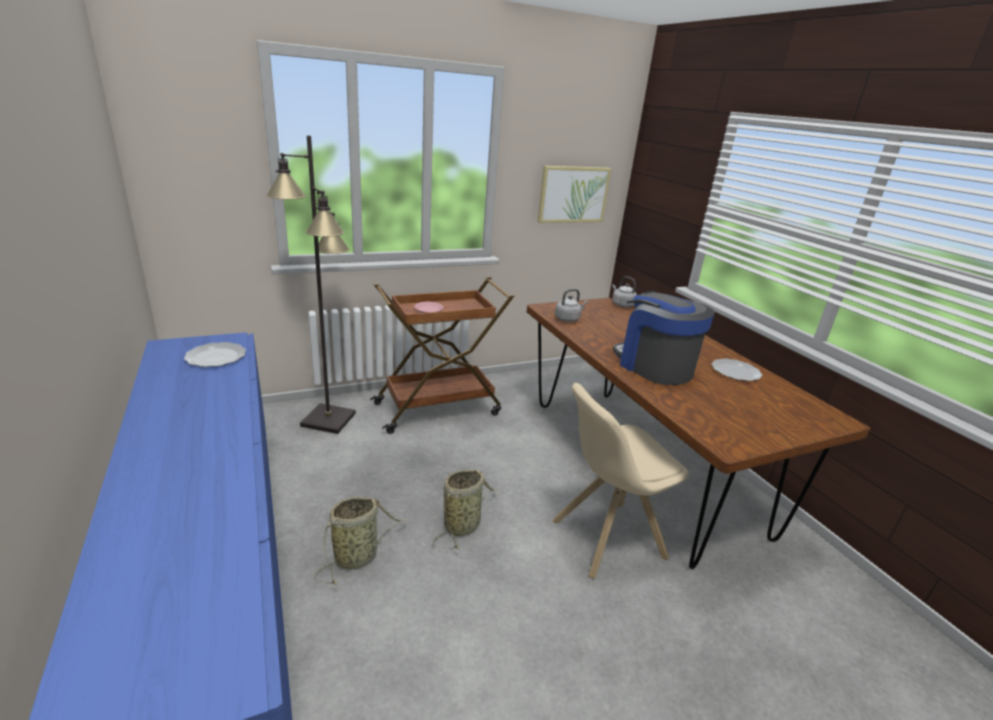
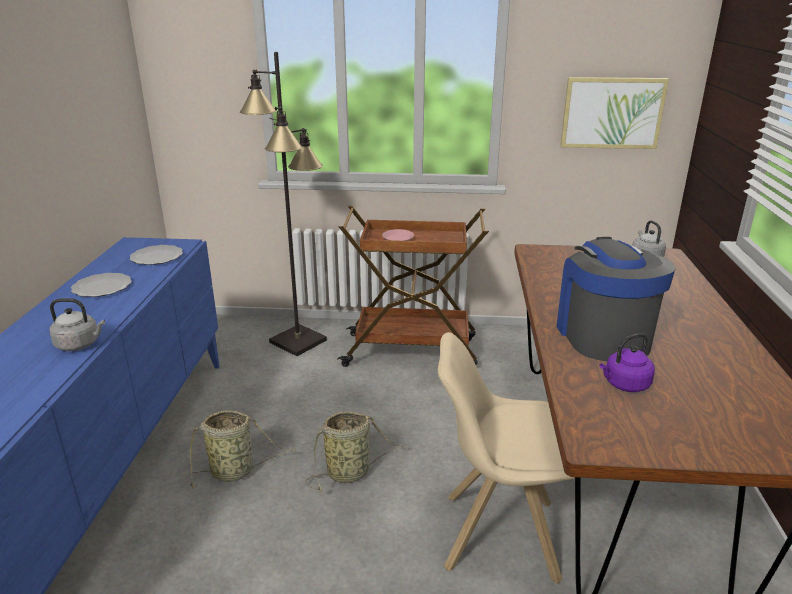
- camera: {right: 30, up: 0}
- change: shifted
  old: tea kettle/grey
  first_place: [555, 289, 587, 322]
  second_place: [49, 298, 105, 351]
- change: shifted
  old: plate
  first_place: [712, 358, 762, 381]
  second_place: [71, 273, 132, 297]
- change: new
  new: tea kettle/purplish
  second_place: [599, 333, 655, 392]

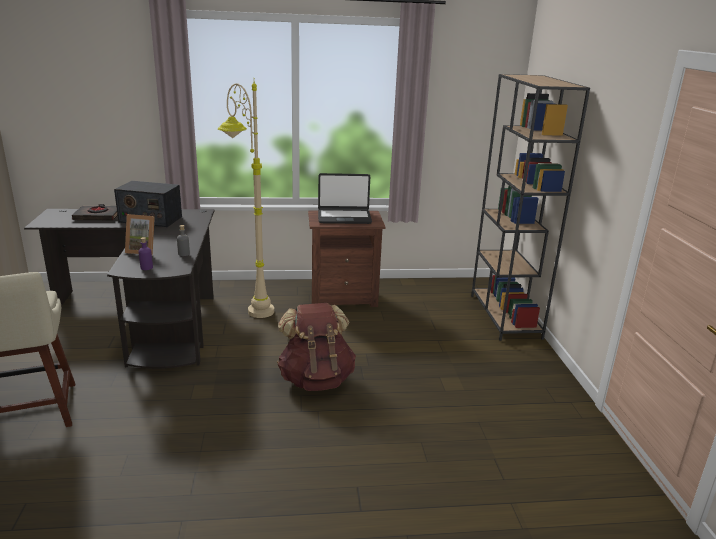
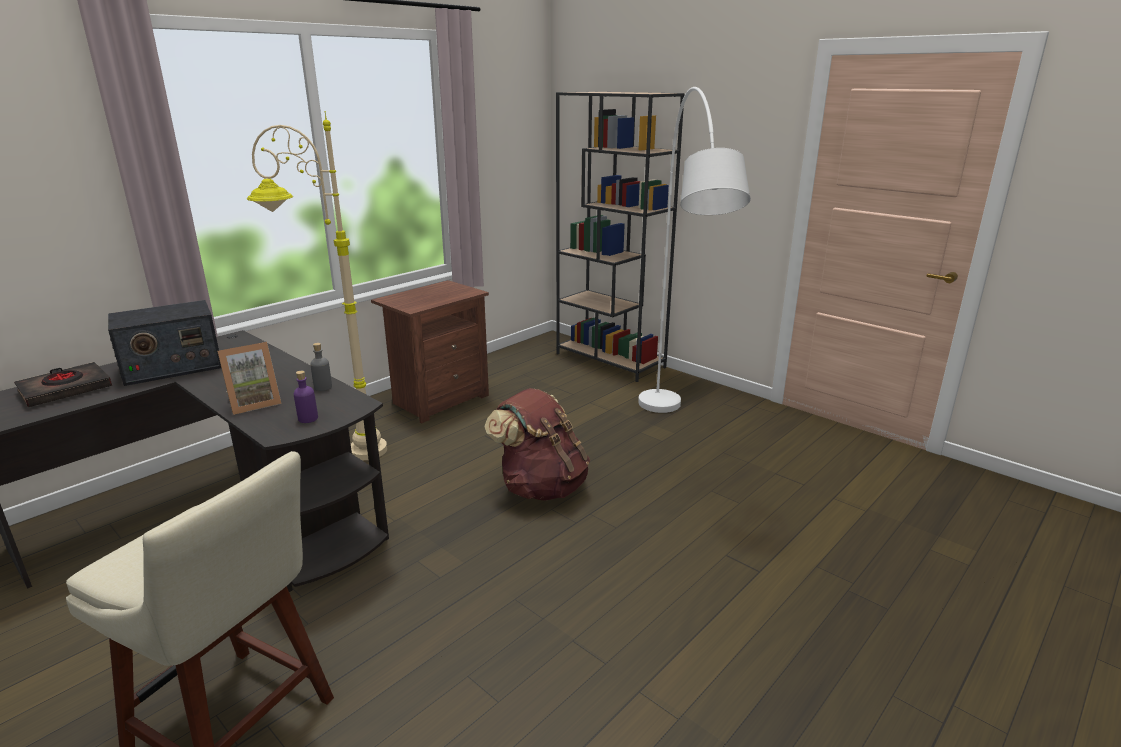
- camera: {right: -40, up: 0}
- change: gone
  old: notebook computer
  first_place: [318, 173, 372, 224]
- change: new
  new: floor lamp/whitish
  second_place: [638, 87, 751, 413]

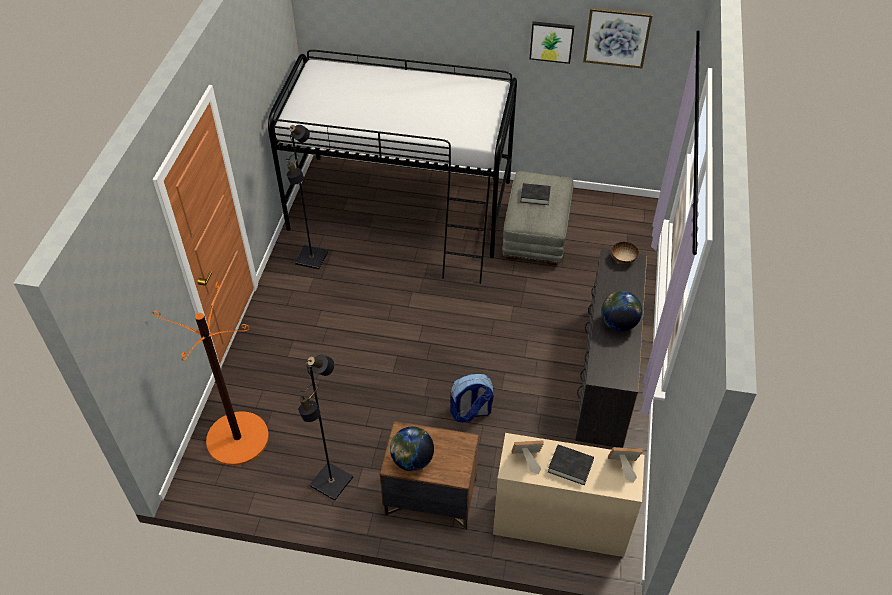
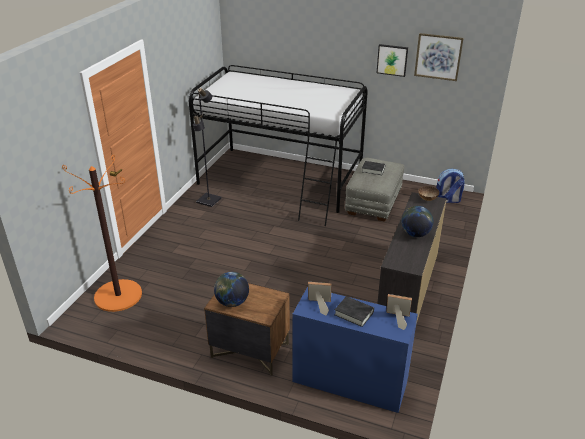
- camera: {right: 10, up: -15}
- change: gone
  old: floor lamp/black
  first_place: [299, 354, 353, 501]
- change: shifted
  old: rucksack
  first_place: [450, 374, 494, 423]
  second_place: [437, 169, 464, 203]
- change: repainted
  old: desk table/beige
  new: desk table/blue-coloured
  first_place: [493, 433, 645, 557]
  second_place: [292, 287, 418, 413]

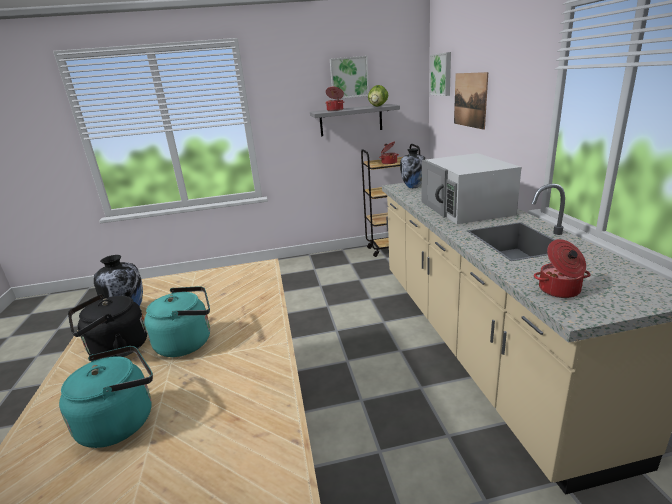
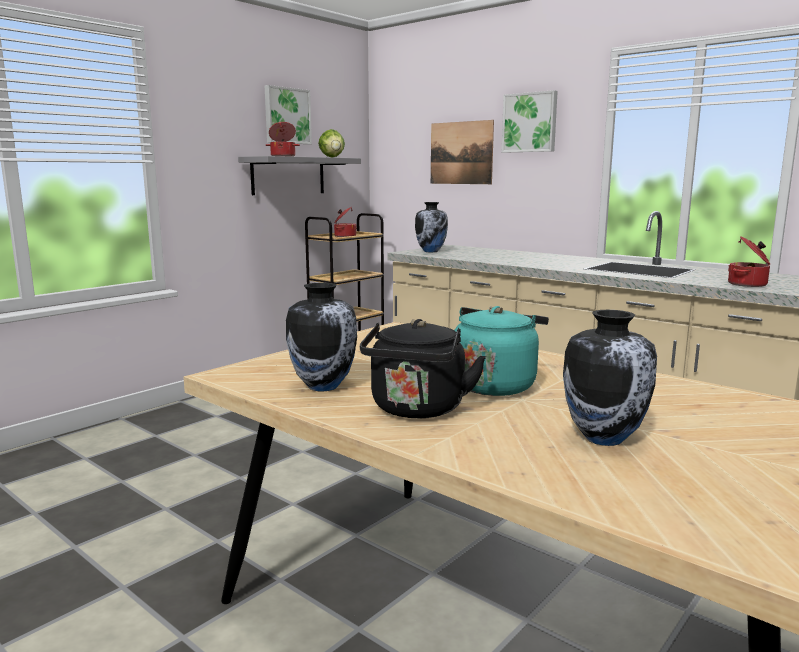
- camera: {right: -40, up: -10}
- change: swapped
  old: tea kettle/blue-green
  new: vase
  first_place: [59, 346, 153, 448]
  second_place: [563, 310, 657, 446]
- change: gone
  old: microwave oven/whitish
  first_place: [422, 153, 522, 224]
- change: shifted
  old: picture
  first_place: [430, 52, 451, 96]
  second_place: [502, 90, 558, 153]

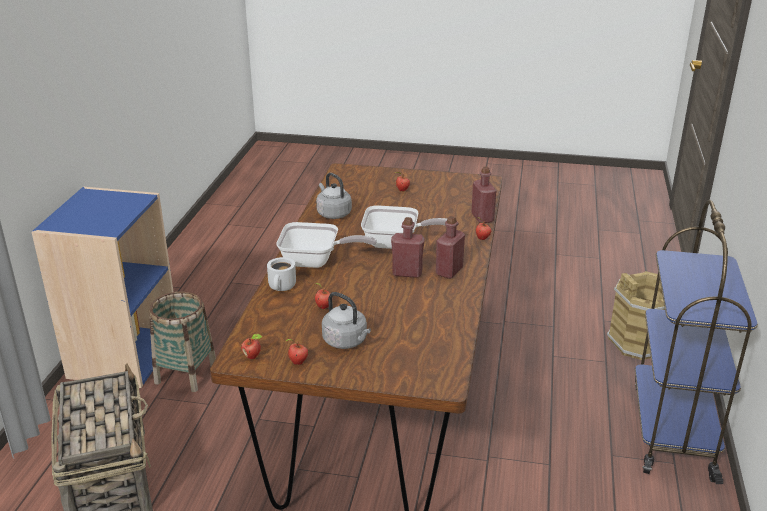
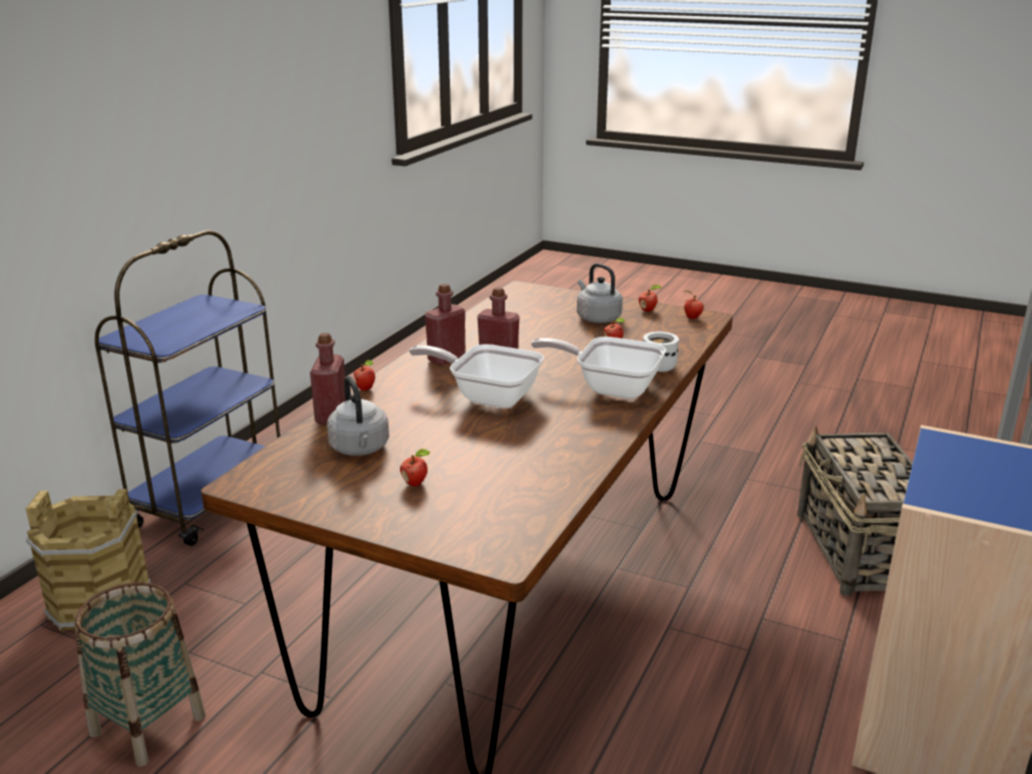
- camera: {right: -165, up: -5}
- change: shifted
  old: household basket
  first_place: [149, 291, 216, 392]
  second_place: [74, 582, 206, 767]
- change: shifted
  old: tea kettle/grey
  first_place: [316, 173, 352, 219]
  second_place: [327, 376, 389, 456]

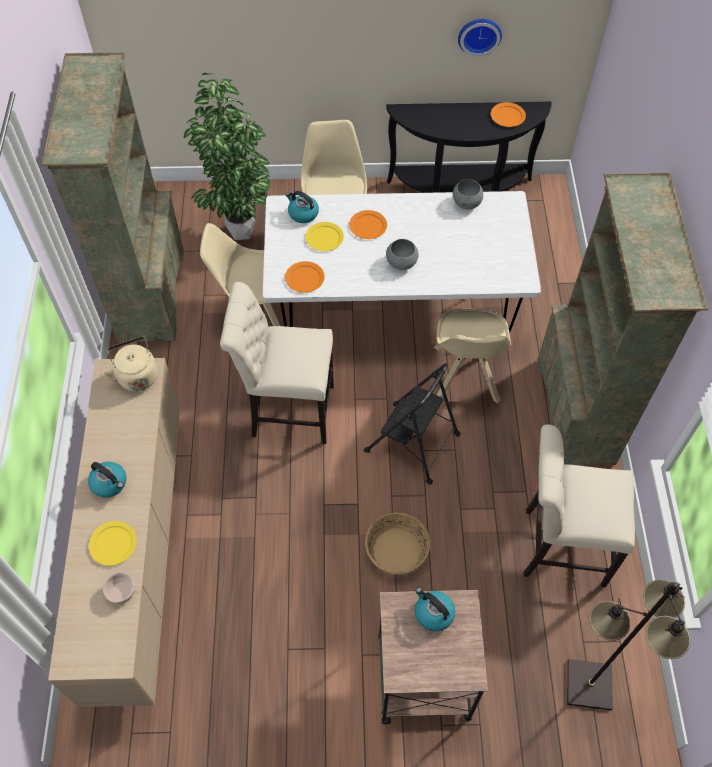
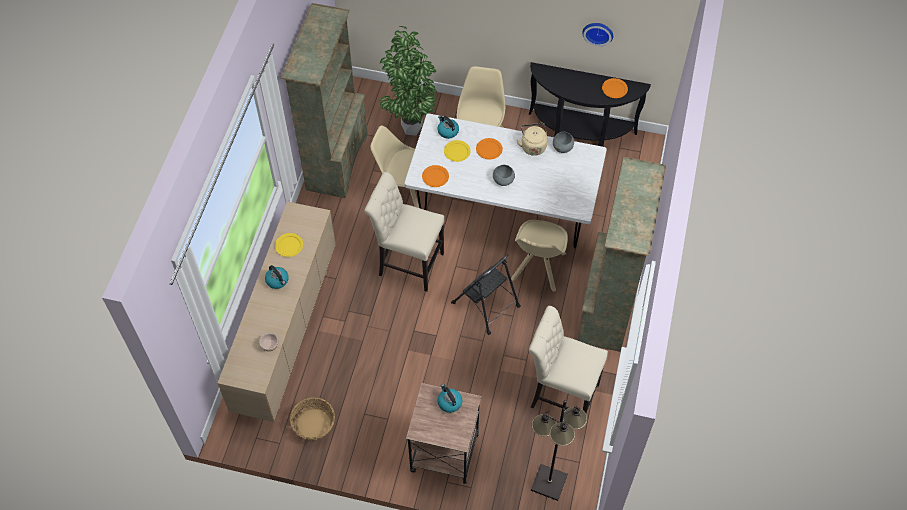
- camera: {right: 15, up: 0}
- change: shifted
  old: plate/yellowish
  first_place: [89, 521, 137, 566]
  second_place: [275, 233, 303, 257]
- change: shifted
  old: tea kettle/beige
  first_place: [104, 336, 158, 392]
  second_place: [517, 123, 548, 156]
- change: shifted
  old: household basket
  first_place: [365, 512, 430, 575]
  second_place: [290, 397, 335, 440]

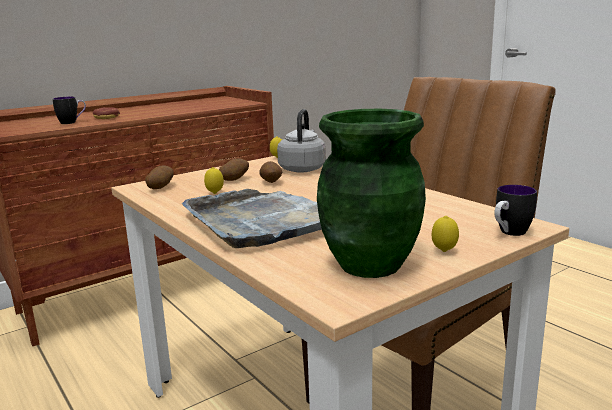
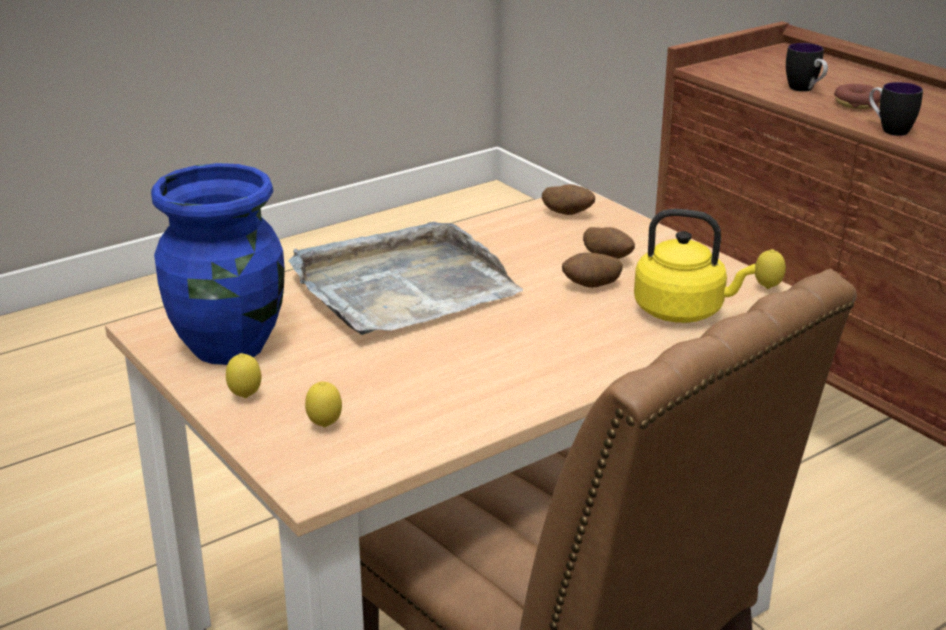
- camera: {right: 90, up: 10}
- change: shifted
  old: whole lemon
  first_place: [204, 167, 224, 194]
  second_place: [305, 381, 342, 427]
- change: repainted
  old: tea kettle/grey
  new: tea kettle/yellowish
  first_place: [277, 109, 326, 173]
  second_place: [634, 209, 755, 323]
- change: repainted
  old: vase/green
  new: vase/blue-coloured
  first_place: [317, 109, 426, 278]
  second_place: [151, 163, 285, 365]
- change: shifted
  old: coffee mug
  first_place: [494, 185, 537, 236]
  second_place: [869, 82, 923, 136]

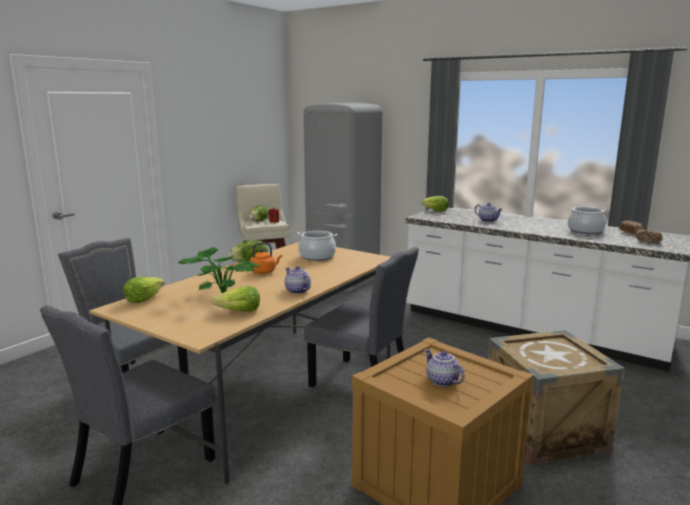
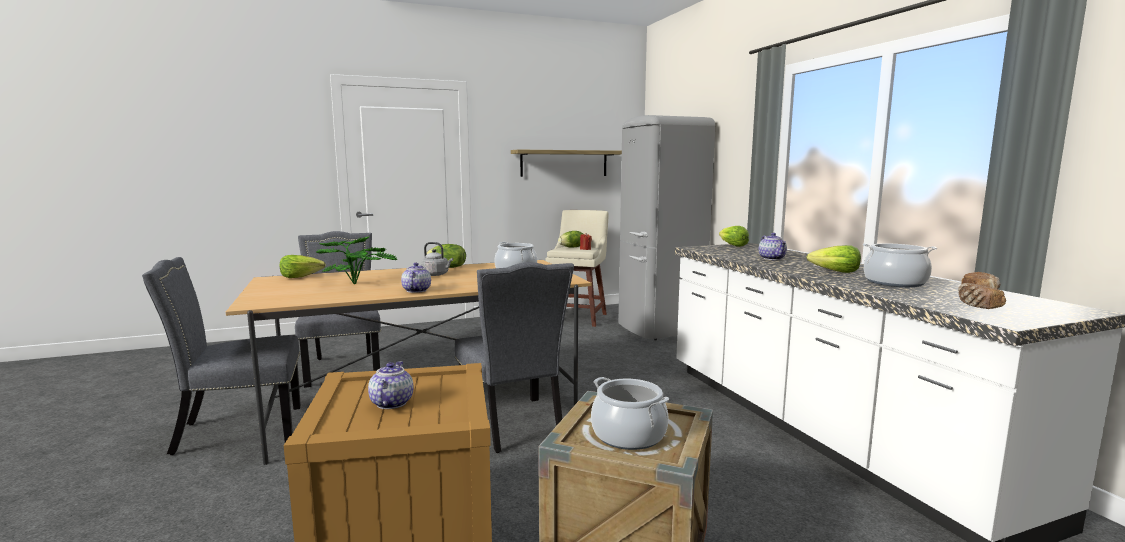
- camera: {right: 35, up: -5}
- change: shifted
  old: head of lettuce
  first_place: [212, 286, 260, 312]
  second_place: [807, 245, 861, 273]
- change: repainted
  old: tea kettle/orange
  new: tea kettle/grey
  first_place: [250, 242, 282, 274]
  second_place: [421, 242, 453, 276]
- change: new
  new: shelf
  second_place: [511, 150, 622, 177]
- change: new
  new: cooking pot
  second_place: [591, 377, 669, 450]

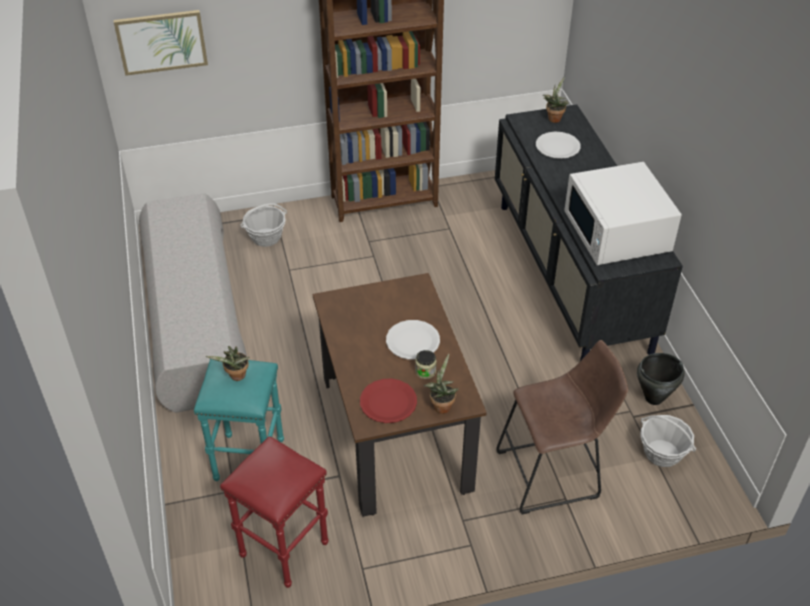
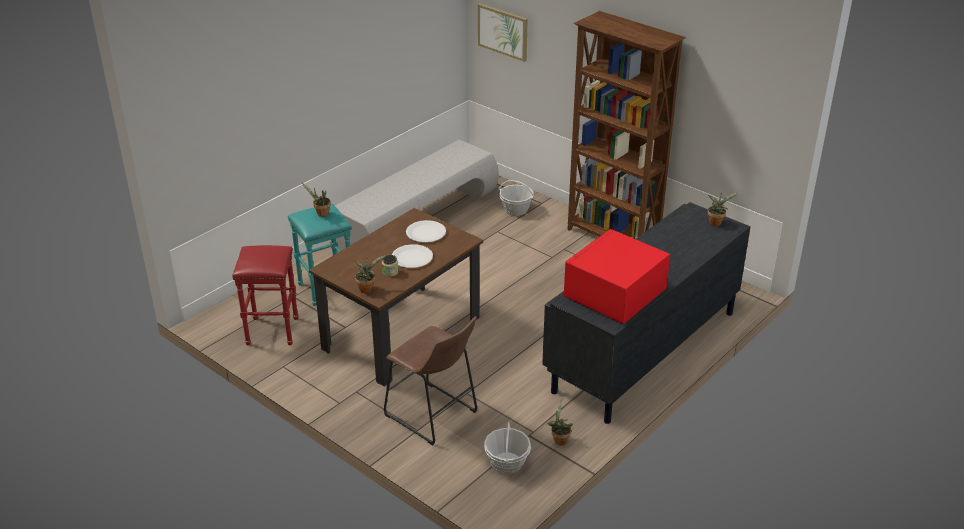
- camera: {right: 55, up: -10}
- change: gone
  old: plate/red
  first_place: [360, 379, 417, 423]
- change: shifted
  old: plate/whitish
  first_place: [536, 132, 580, 159]
  second_place: [406, 220, 446, 243]
- change: repainted
  old: microwave oven/whitish
  new: microwave oven/red
  first_place: [564, 162, 681, 265]
  second_place: [564, 229, 670, 324]
- change: swapped
  old: cooking pot/black
  new: potted plant
  first_place: [637, 353, 685, 405]
  second_place: [548, 398, 573, 445]

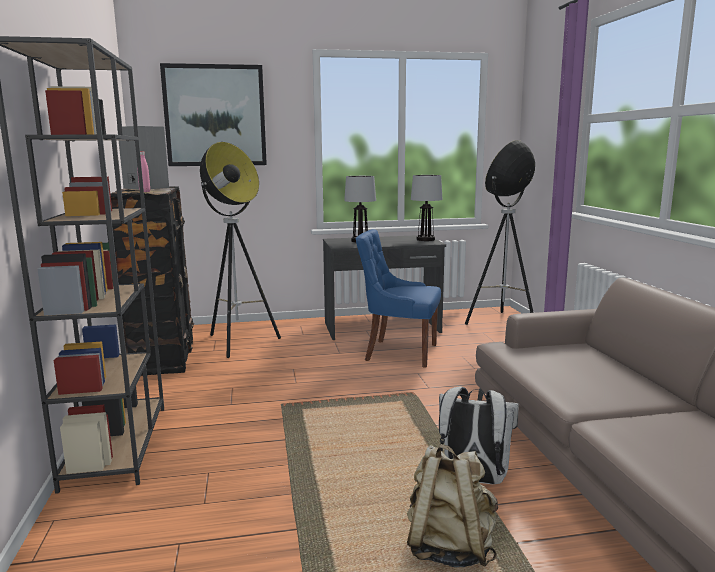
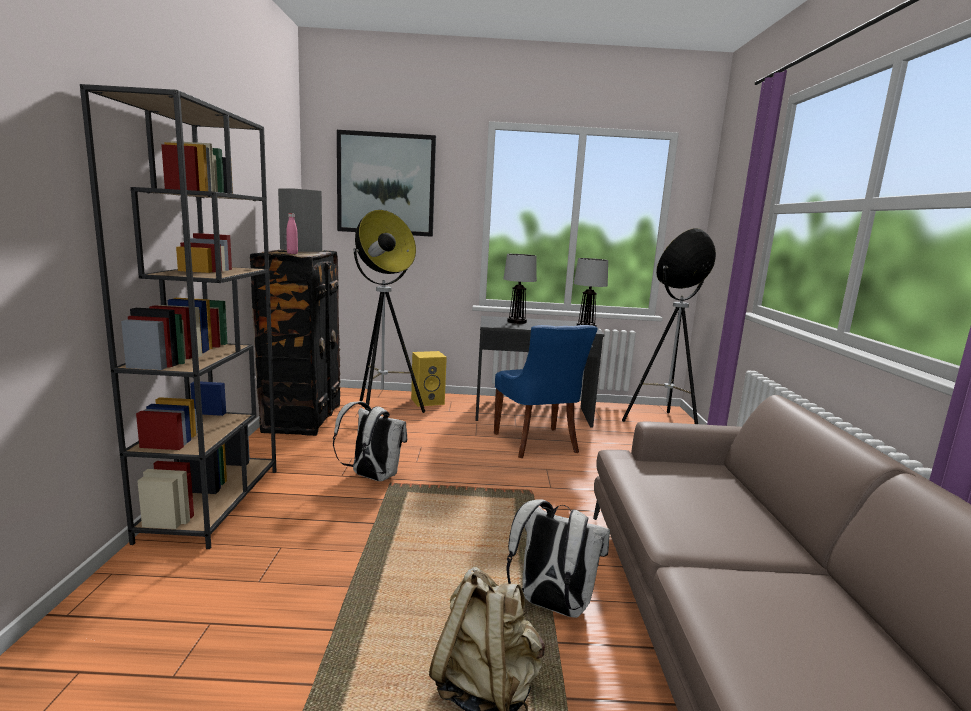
- camera: {right: 10, up: 0}
- change: rotated
  old: chair/blue-coloured
  first_place: [355, 229, 441, 368]
  second_place: [494, 325, 598, 458]
  degrees: -135
- change: new
  new: rucksack/whitish
  second_place: [333, 401, 407, 481]
- change: new
  new: speaker/yellowish
  second_place: [411, 351, 447, 407]

